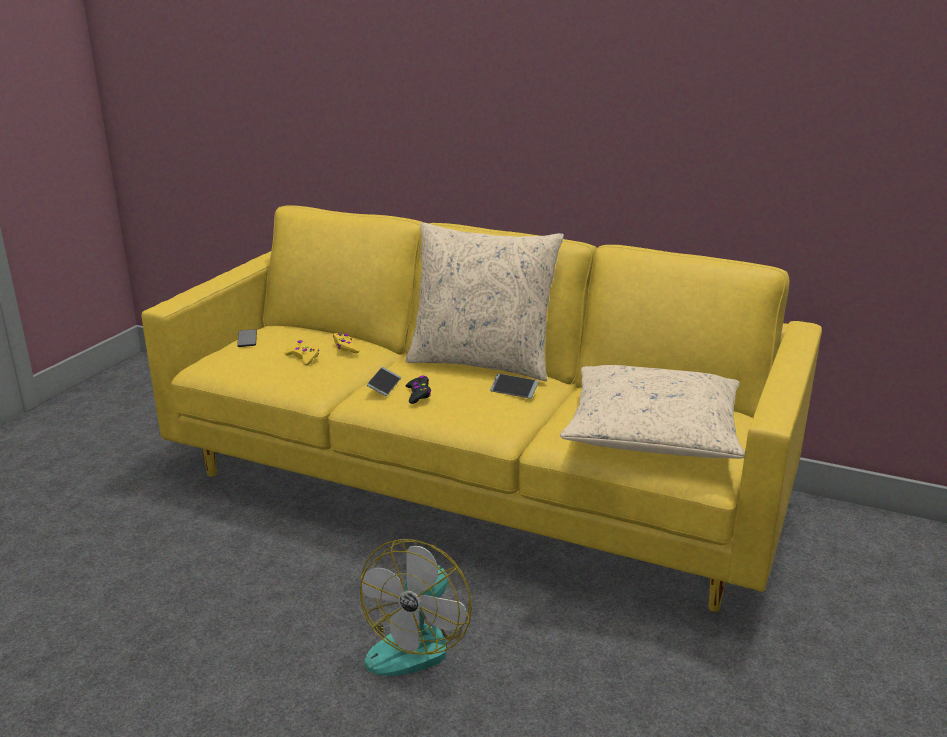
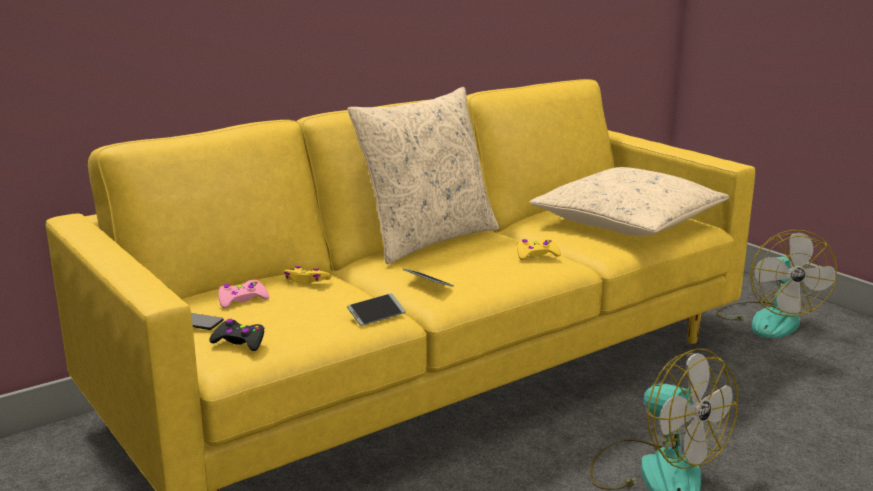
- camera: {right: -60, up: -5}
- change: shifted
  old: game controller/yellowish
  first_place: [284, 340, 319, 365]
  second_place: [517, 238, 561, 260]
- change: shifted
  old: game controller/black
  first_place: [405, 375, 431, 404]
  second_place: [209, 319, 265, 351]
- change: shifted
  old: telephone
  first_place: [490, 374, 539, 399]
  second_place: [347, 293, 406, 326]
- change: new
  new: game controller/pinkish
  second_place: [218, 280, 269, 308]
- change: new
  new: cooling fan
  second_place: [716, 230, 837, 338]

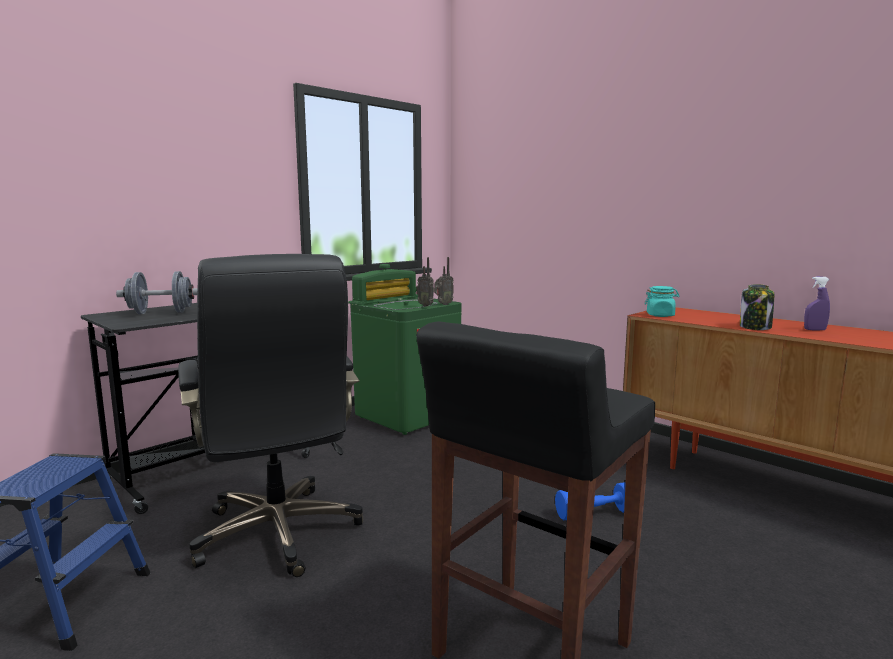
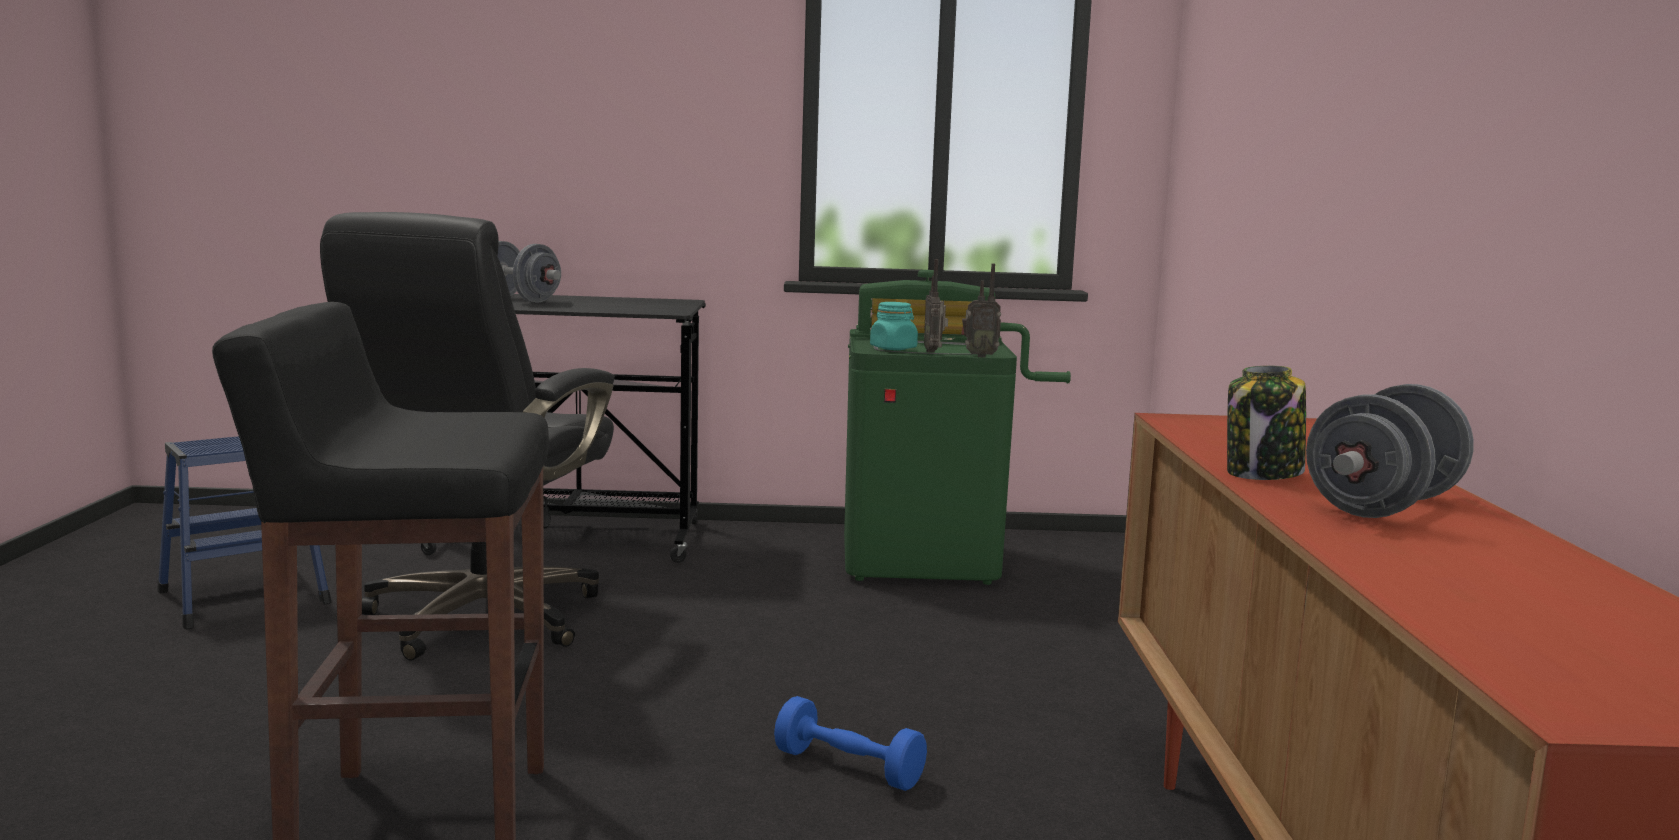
- camera: {right: 45, up: 0}
- change: shifted
  old: storage jar/blue-green
  first_place: [644, 286, 680, 317]
  second_place: [870, 302, 918, 350]
- change: swapped
  old: spray bottle/purplish
  new: dumbbell/grey
  first_place: [804, 277, 830, 330]
  second_place: [1306, 384, 1474, 518]

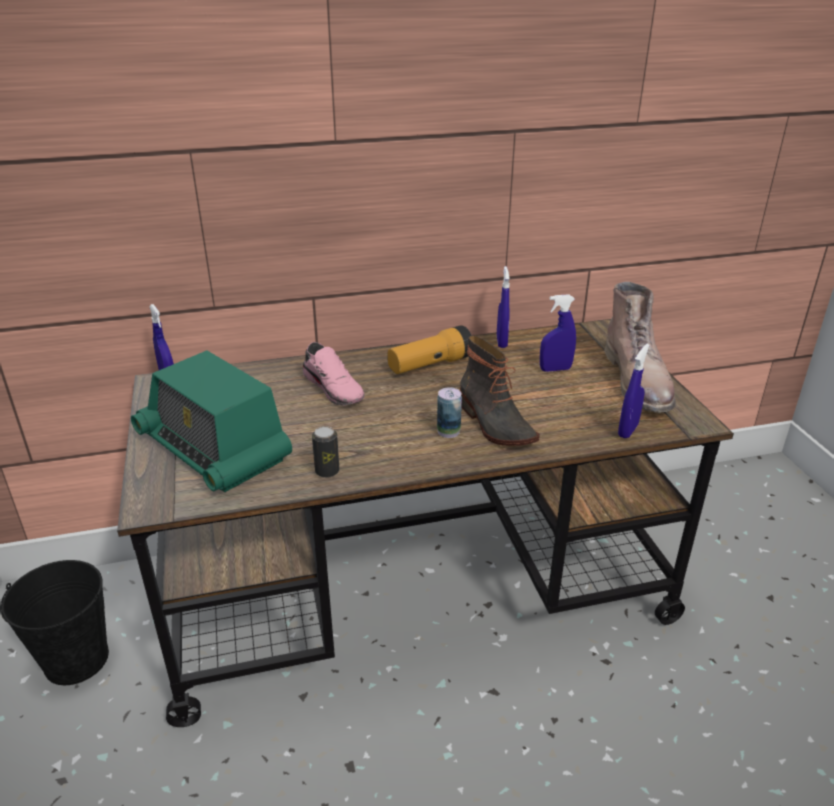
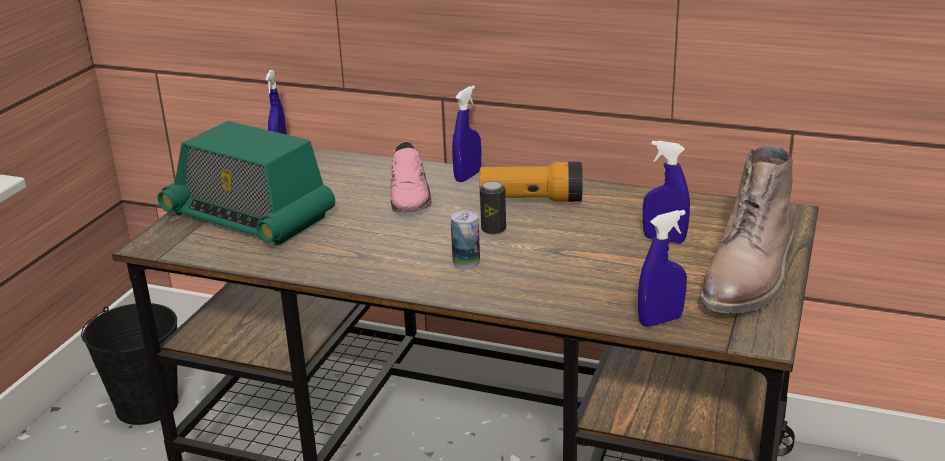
- camera: {right: 35, up: -5}
- change: rotated
  old: radio
  first_place: [131, 350, 292, 492]
  second_place: [157, 121, 335, 246]
  degrees: -45
- change: shifted
  old: metal can
  first_place: [312, 426, 339, 478]
  second_place: [480, 181, 506, 234]
- change: gone
  old: high-top boot
  first_place: [460, 336, 540, 446]
- change: shifted
  old: spray bottle/blue-coloured
  first_place: [497, 266, 510, 348]
  second_place: [452, 86, 481, 182]

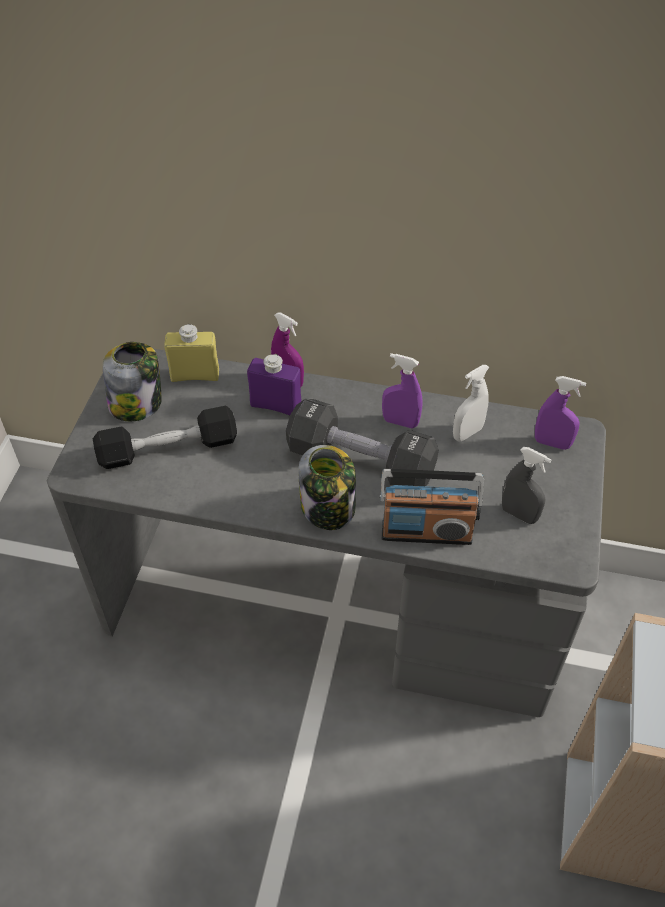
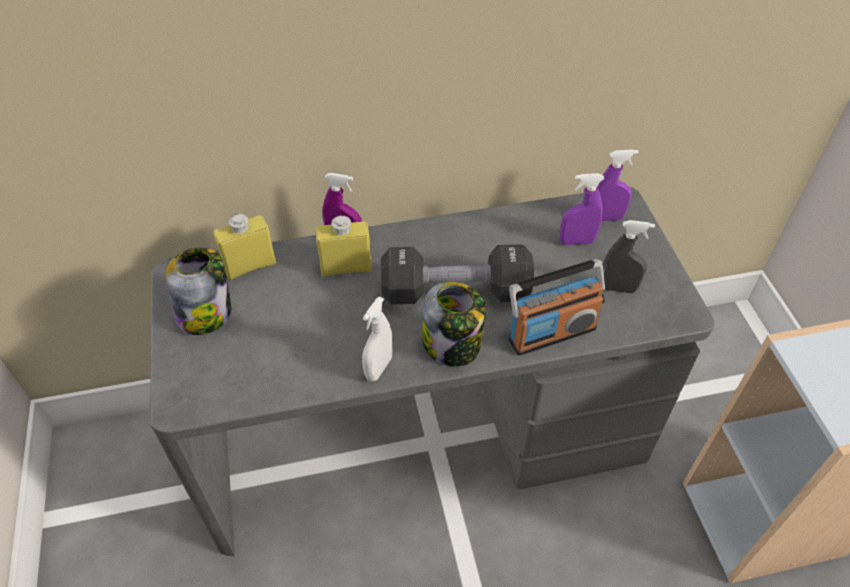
- camera: {right: -25, up: 0}
- change: gone
  old: dumbbell/black
  first_place: [93, 406, 237, 469]
- change: repainted
  old: bottle/purplish
  new: bottle/yellowish
  first_place: [247, 354, 301, 415]
  second_place: [316, 215, 372, 277]
- change: shifted
  old: spray bottle/purplish
  first_place: [382, 353, 423, 428]
  second_place: [560, 173, 604, 245]
- change: shifted
  old: spray bottle/whitish
  first_place: [453, 365, 490, 441]
  second_place: [362, 297, 393, 382]

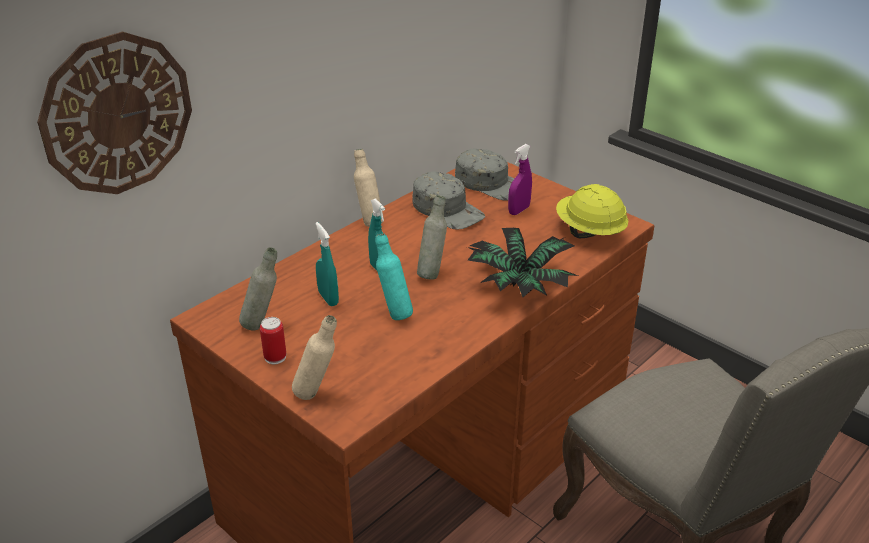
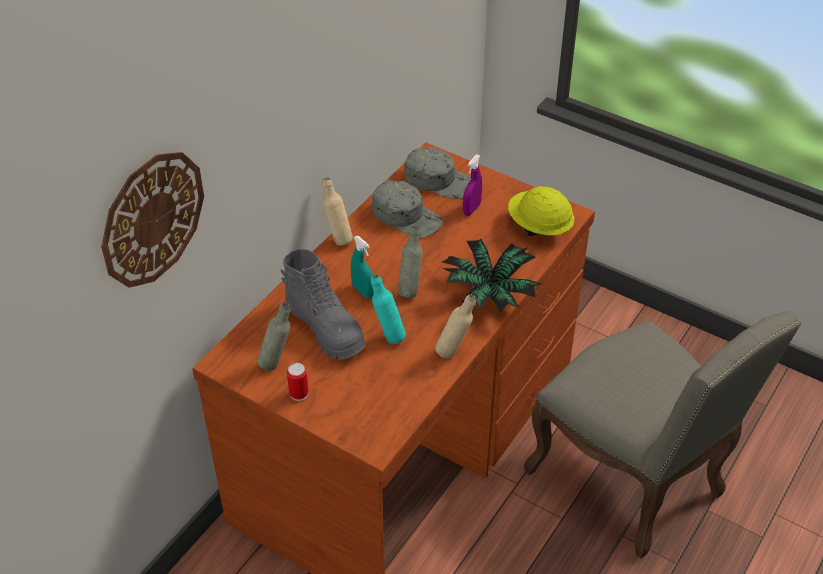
- camera: {right: -10, up: 10}
- change: shifted
  old: bottle/beige
  first_place: [292, 315, 337, 400]
  second_place: [435, 294, 476, 358]
- change: swapped
  old: spray bottle/blue-green
  new: high-top boot/grey
  first_place: [315, 222, 339, 306]
  second_place: [281, 249, 366, 360]

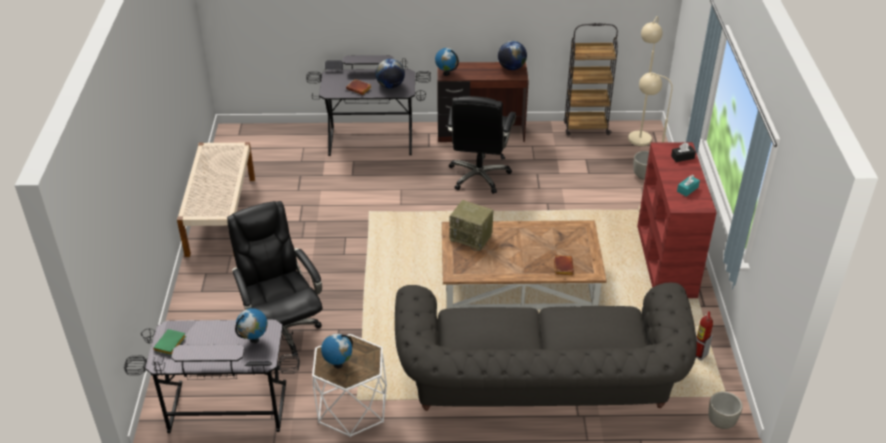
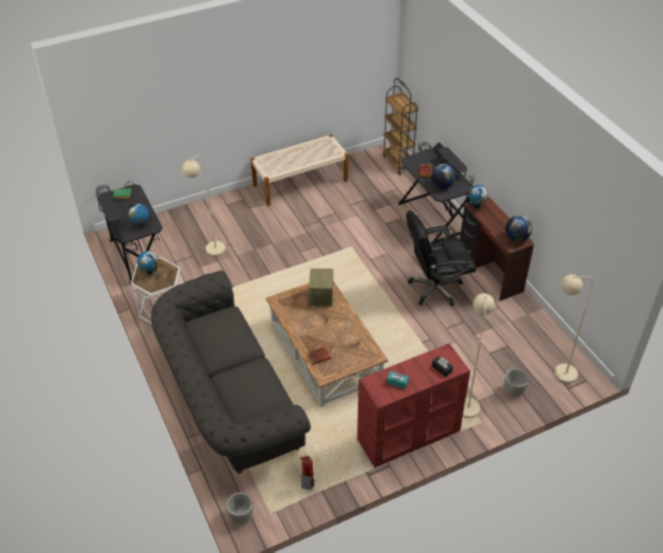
- camera: {right: 65, up: 5}
- change: swapped
  old: computer chair/black
  new: floor lamp/beige
  first_place: [227, 201, 323, 357]
  second_place: [182, 155, 226, 256]
- change: shifted
  old: trolley/brown-coloured
  first_place: [563, 23, 618, 135]
  second_place: [383, 78, 418, 175]

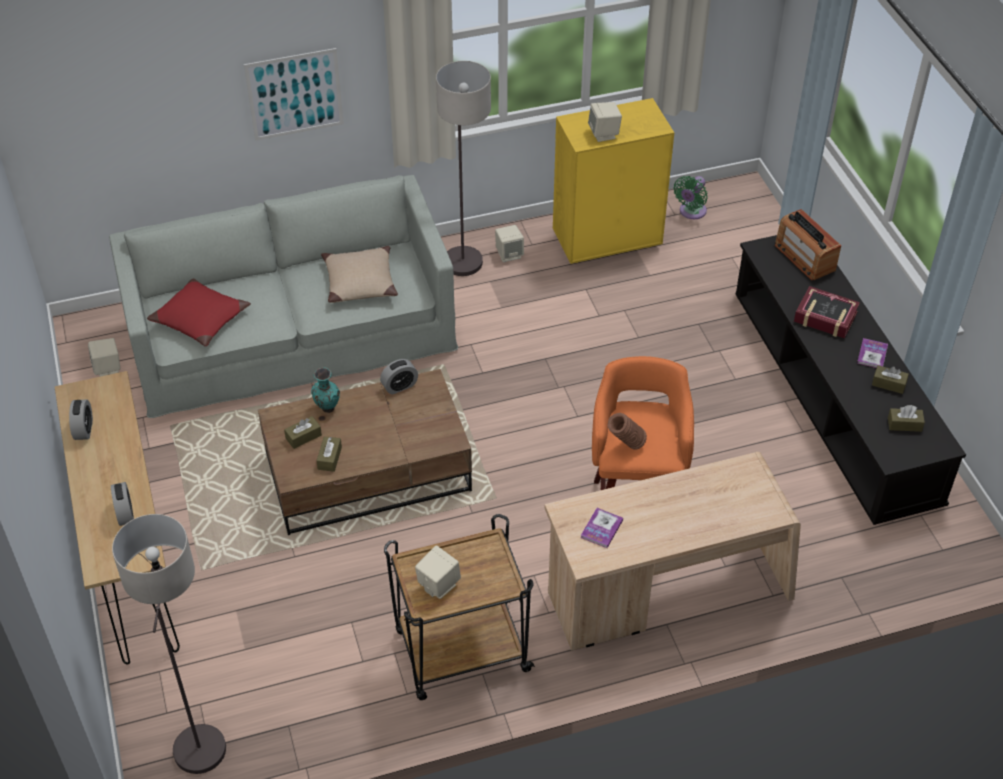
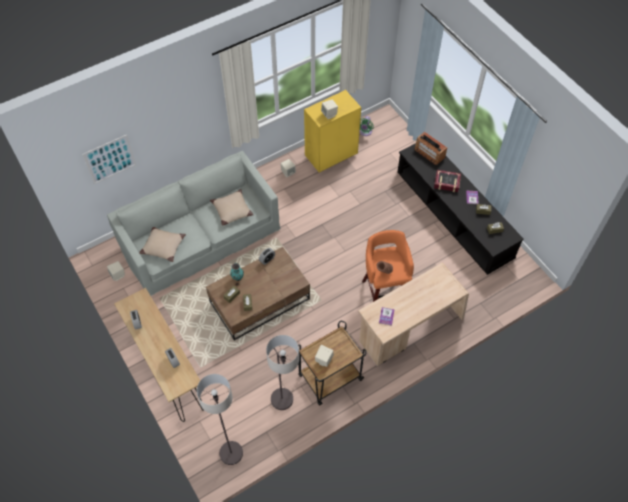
- camera: {right: -15, up: 10}
- change: repainted
  old: throw pillow/red
  new: throw pillow/beige
  first_place: [147, 279, 251, 346]
  second_place: [139, 227, 186, 262]
- change: shifted
  old: picture
  first_place: [244, 48, 344, 141]
  second_place: [82, 134, 136, 184]
- change: shifted
  old: floor lamp/grey
  first_place: [436, 61, 491, 276]
  second_place: [266, 335, 299, 410]

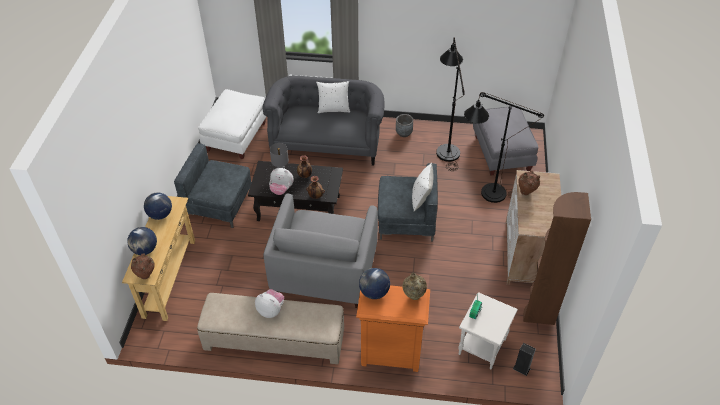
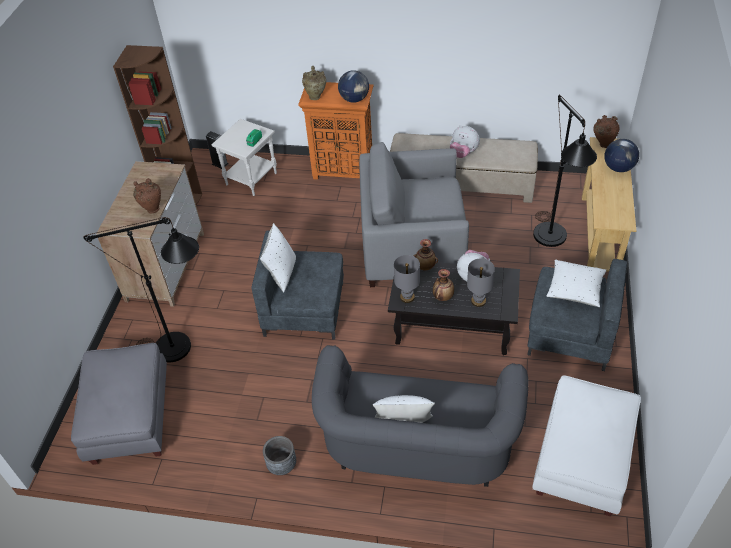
- camera: {right: -175, up: 0}
- change: gone
  old: globe
  first_place: [144, 192, 172, 220]
- change: rotated
  old: easy chair/grey
  first_place: [264, 194, 378, 308]
  second_place: [359, 142, 469, 287]
  degrees: -105
- change: shifted
  old: floor lamp/black
  first_place: [436, 38, 465, 171]
  second_place: [533, 95, 597, 247]
- change: new
  new: table lamp/grey
  second_place: [394, 255, 420, 303]
- change: new
  new: throw pillow/whitish
  second_place: [547, 260, 606, 307]

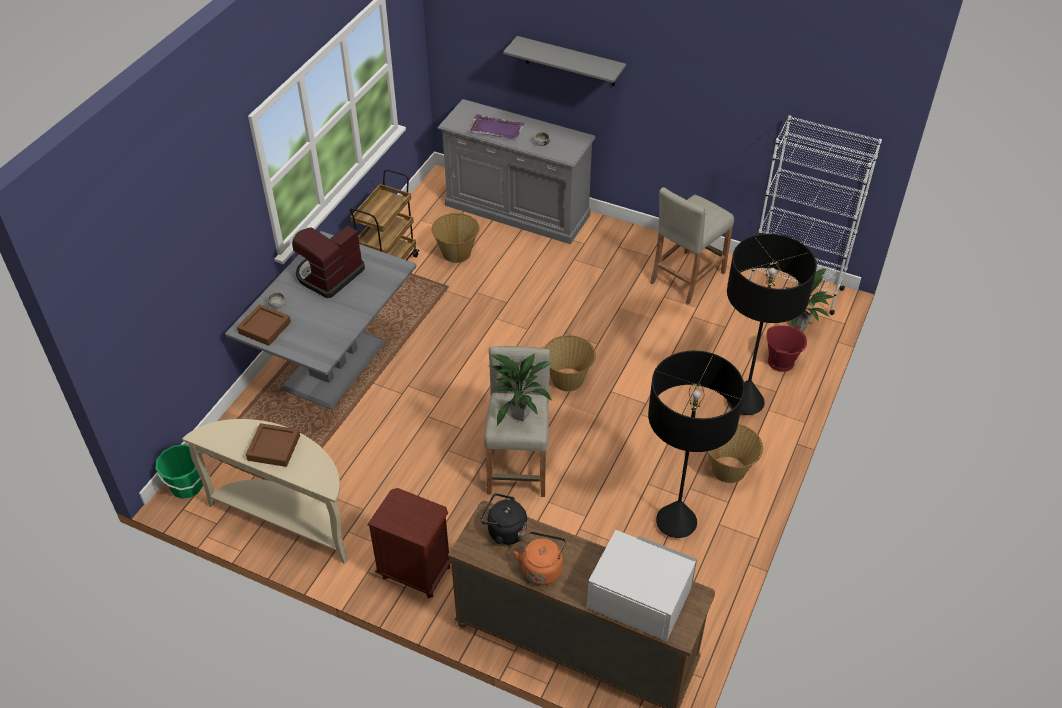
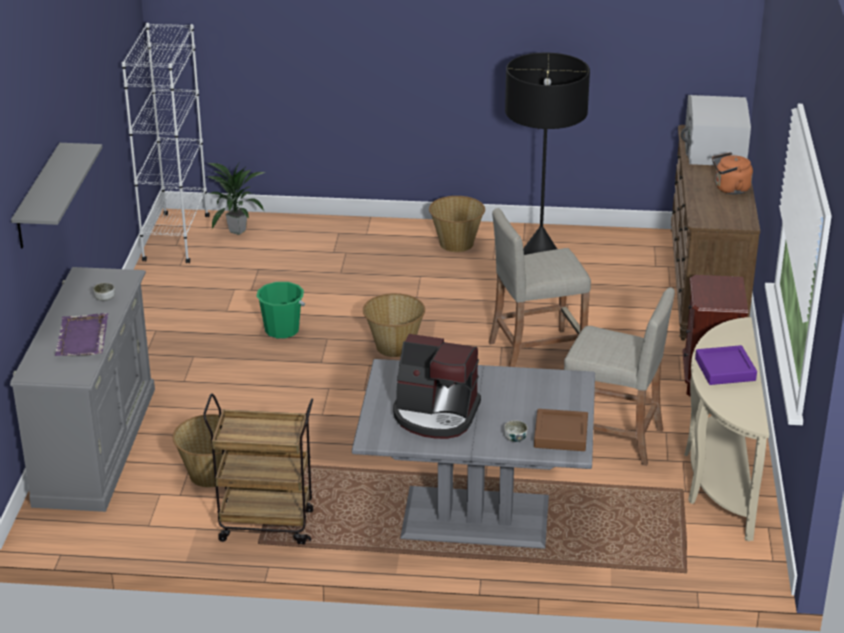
- camera: {right: -110, up: -15}
- change: shifted
  old: pail/green
  first_place: [156, 444, 203, 499]
  second_place: [256, 282, 305, 338]
- change: repainted
  old: carrying tray/brown-coloured
  new: carrying tray/purplish
  first_place: [246, 423, 300, 467]
  second_place: [695, 345, 757, 385]
- change: gone
  old: tea kettle/black
  first_place: [480, 493, 527, 545]
- change: gone
  old: potted plant
  first_place: [489, 353, 554, 426]
- change: shifted
  old: stool/beige
  first_place: [650, 187, 734, 304]
  second_place: [564, 287, 675, 466]
- change: gone
  old: floor lamp/black
  first_place: [727, 234, 817, 415]
- change: gone
  old: pail/red
  first_place: [766, 325, 807, 372]

